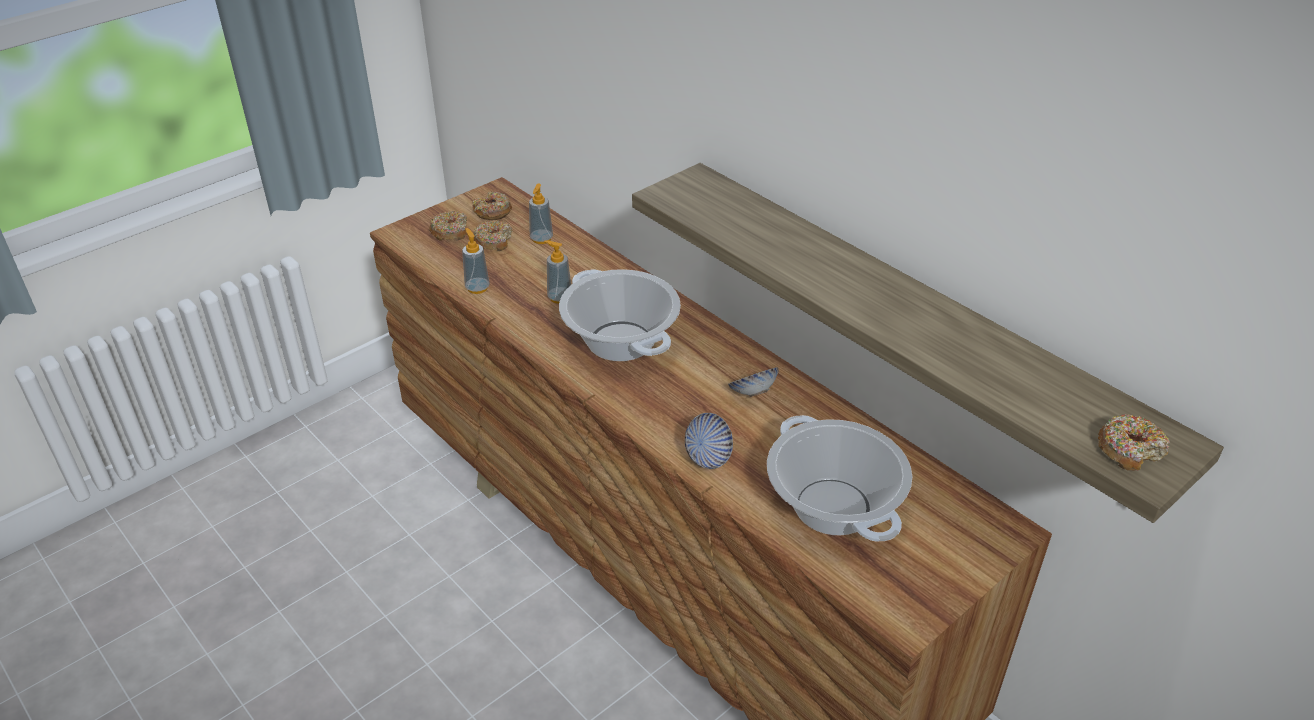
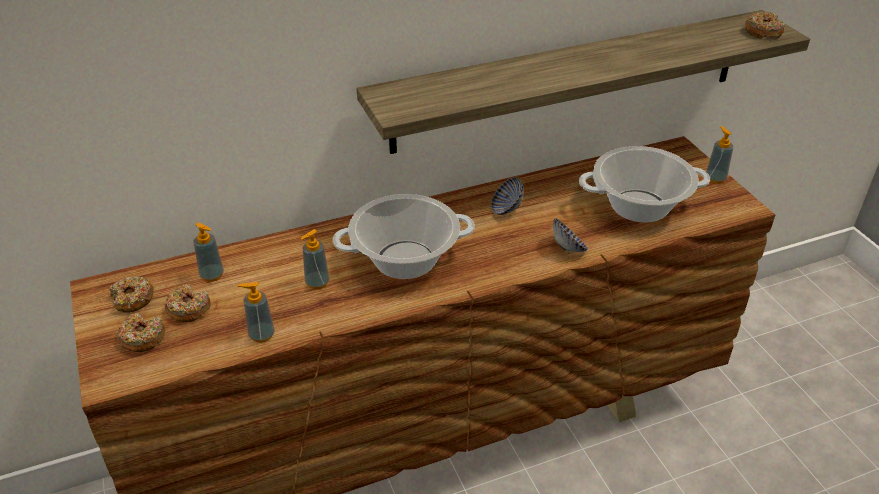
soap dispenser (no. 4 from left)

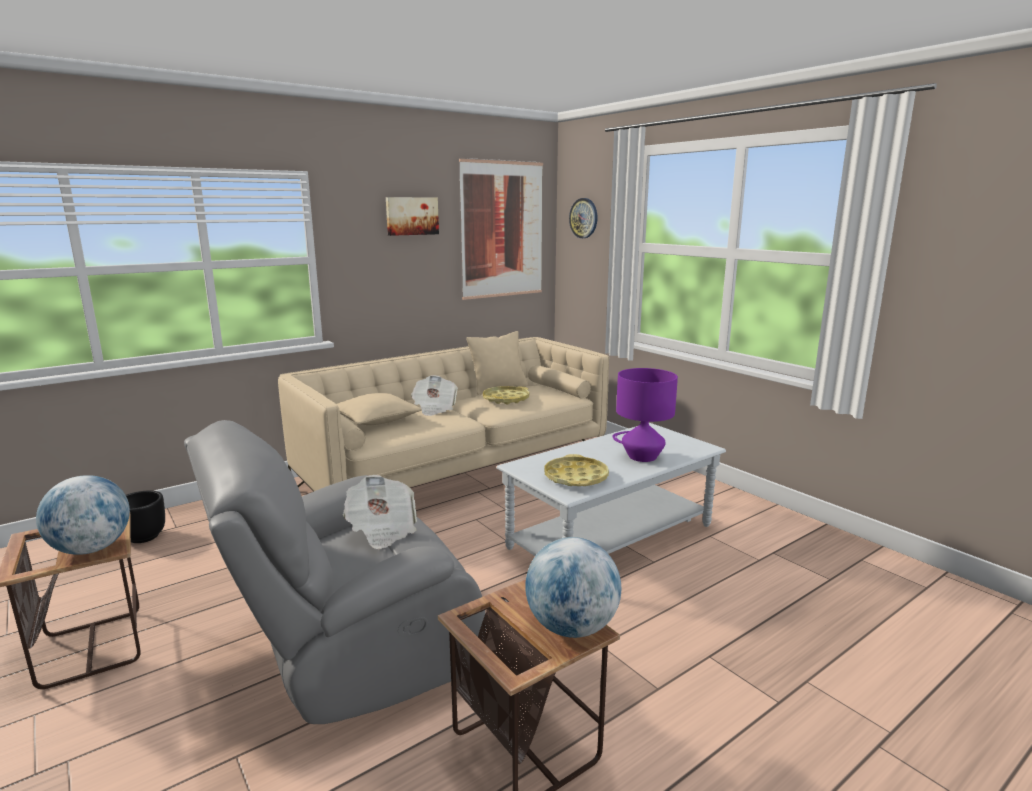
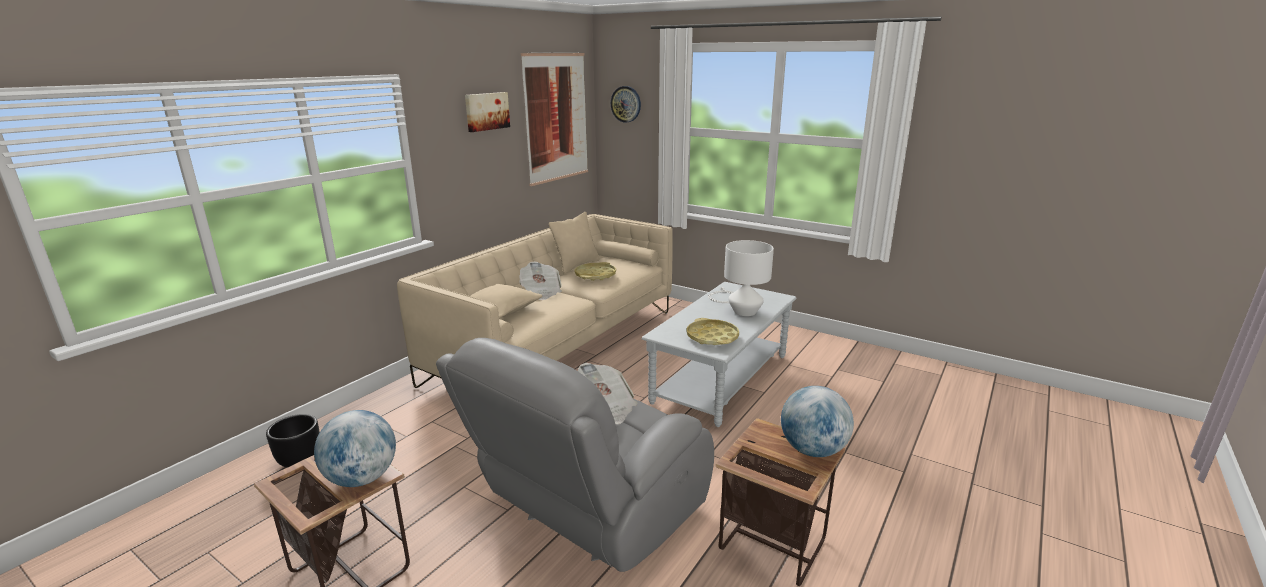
white table lamp

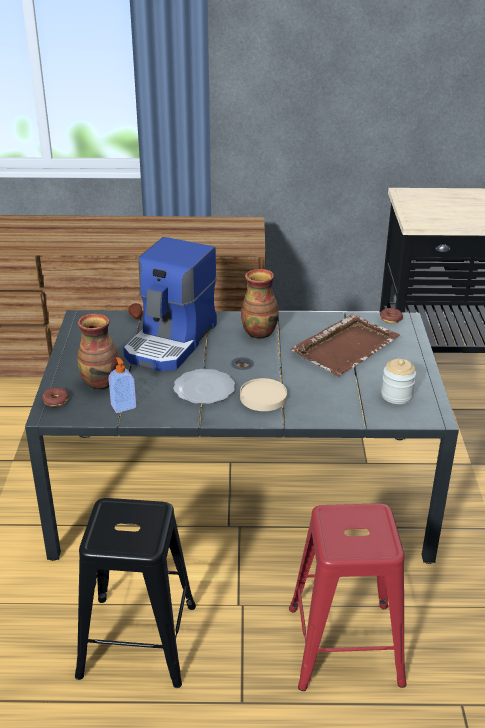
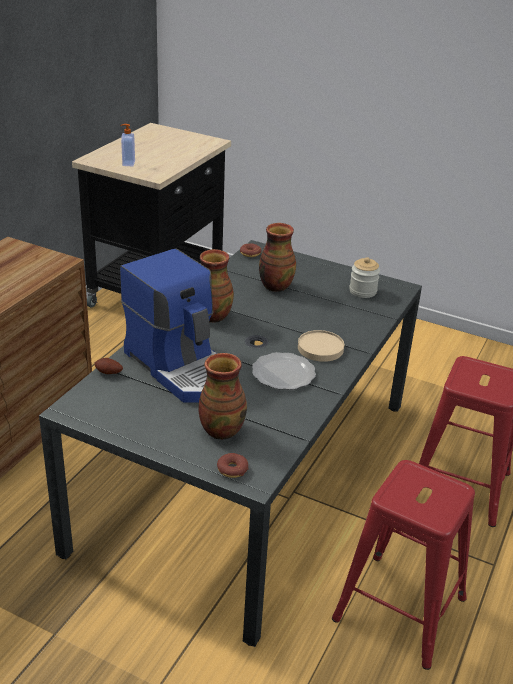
soap dispenser; vase (no. 3 from left); red stool (no. 1 from left)

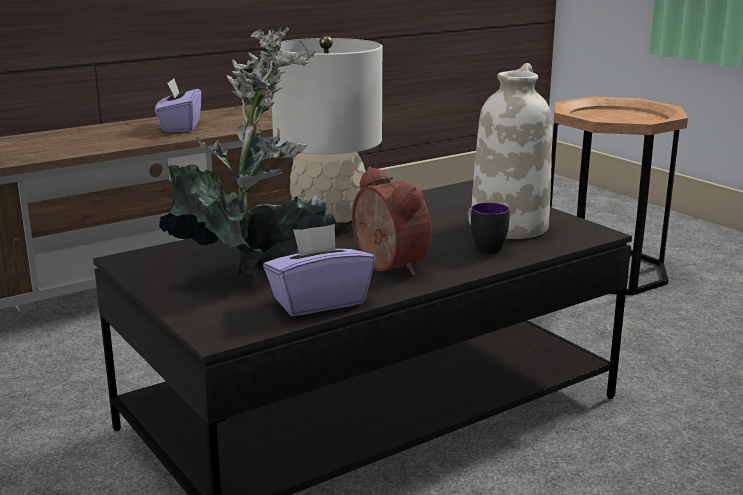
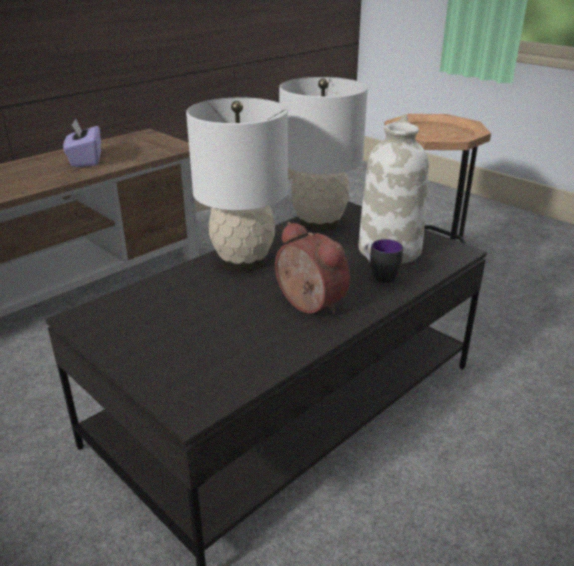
potted plant; purple tissue box (no. 2 from left in the first image); white table lamp (no. 2 from left)

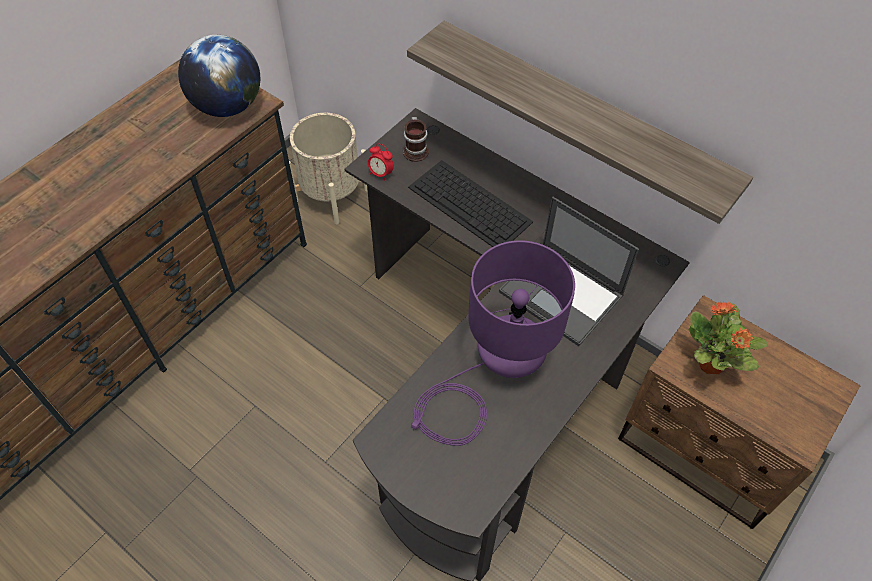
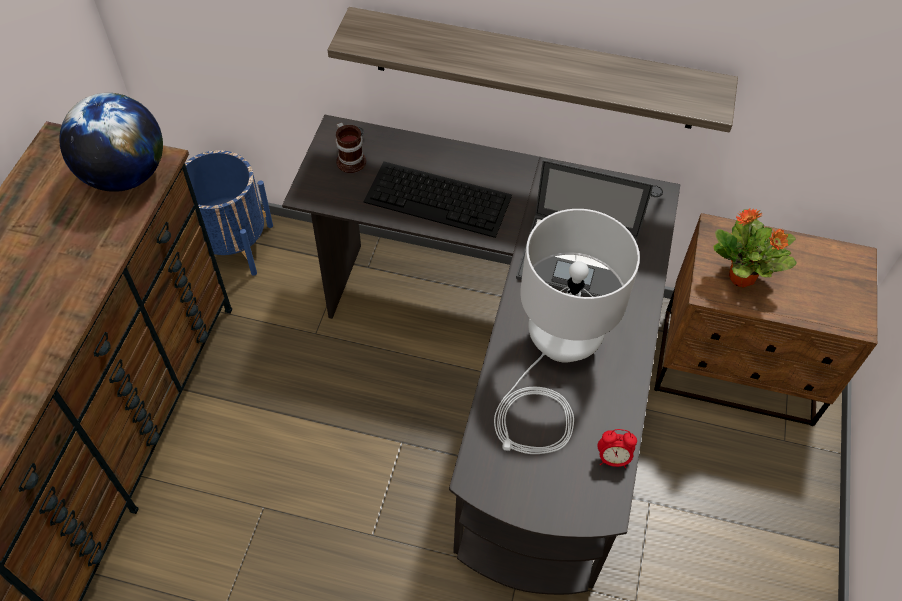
alarm clock; blue planter; white table lamp

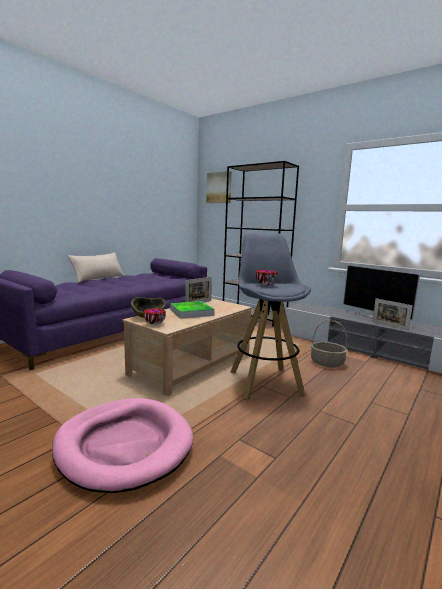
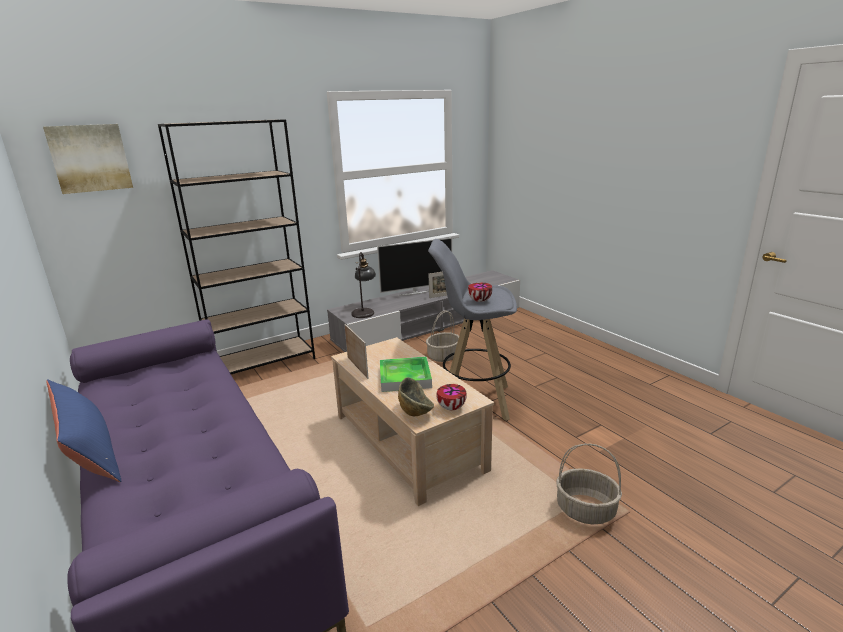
grey table lamp; basket (no. 2 from left); blue pillow

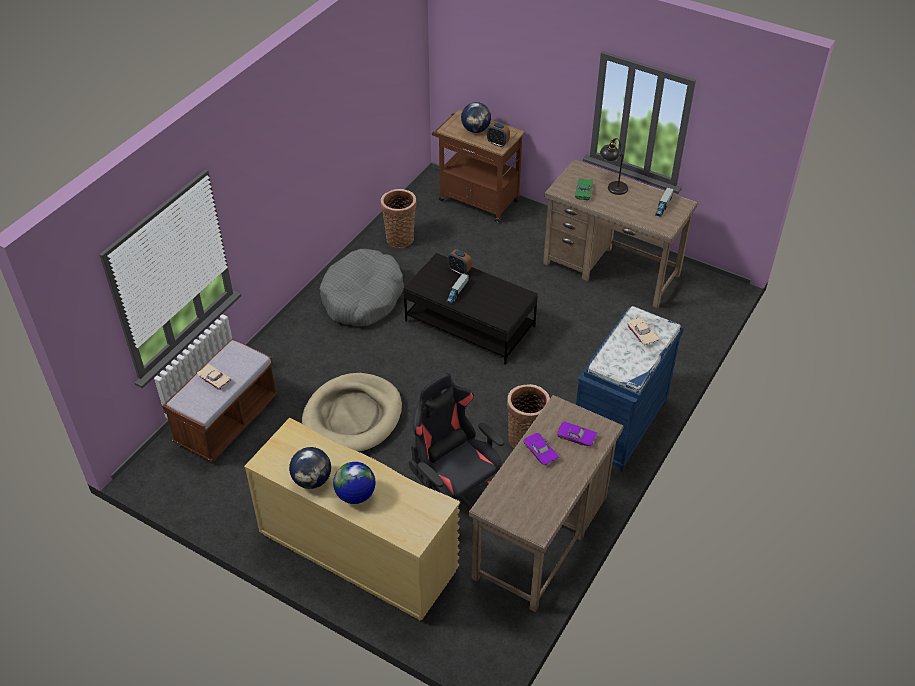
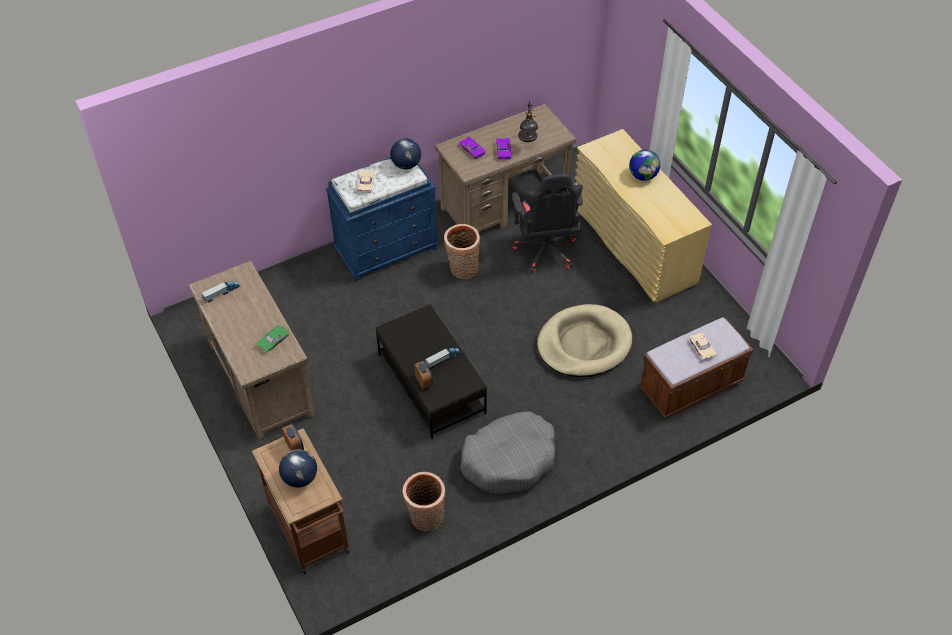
globe (no. 2 from left); grey table lamp

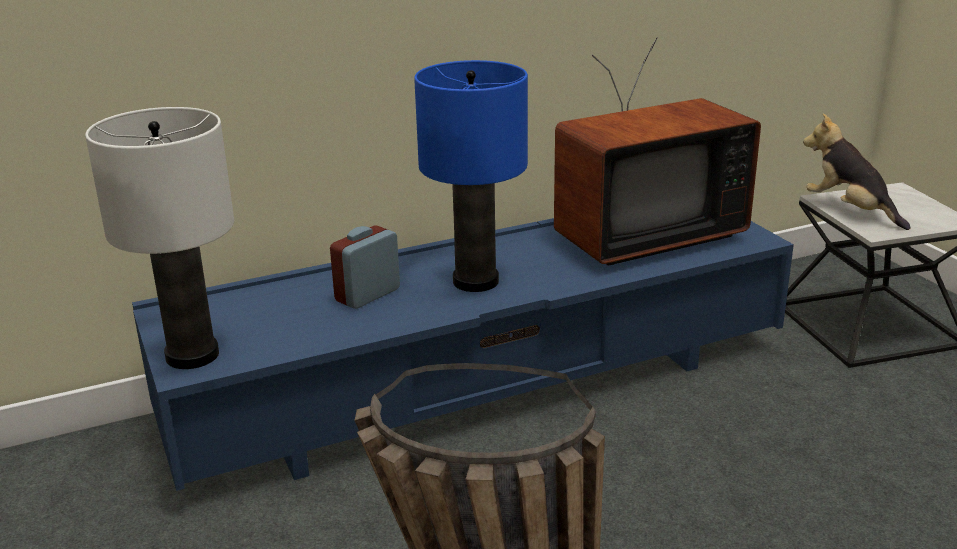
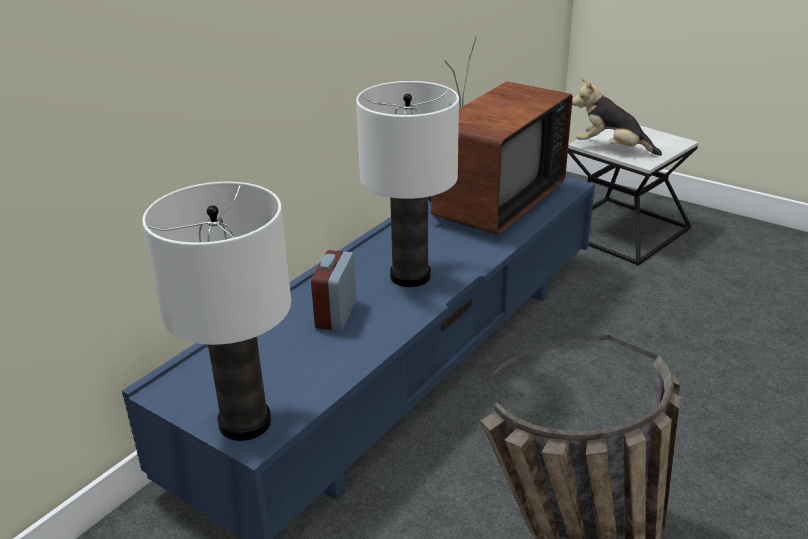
white table lamp (no. 2 from left)

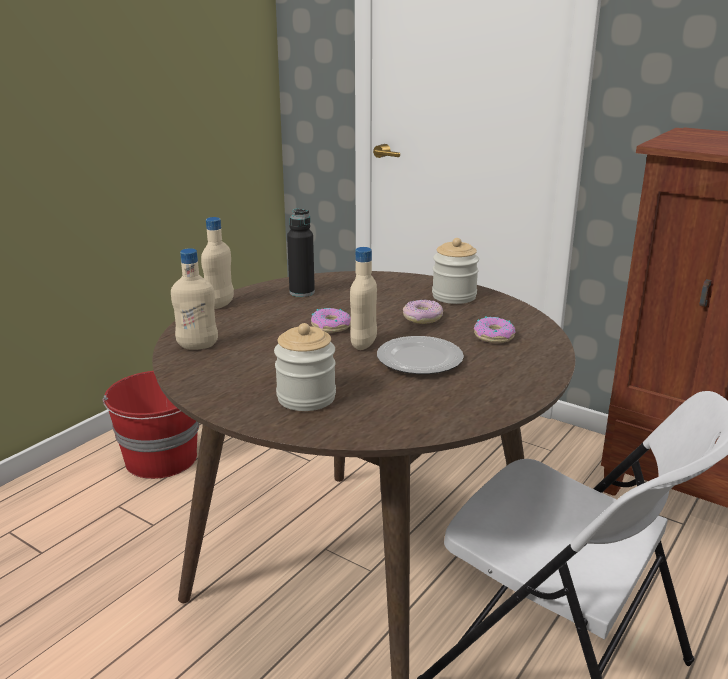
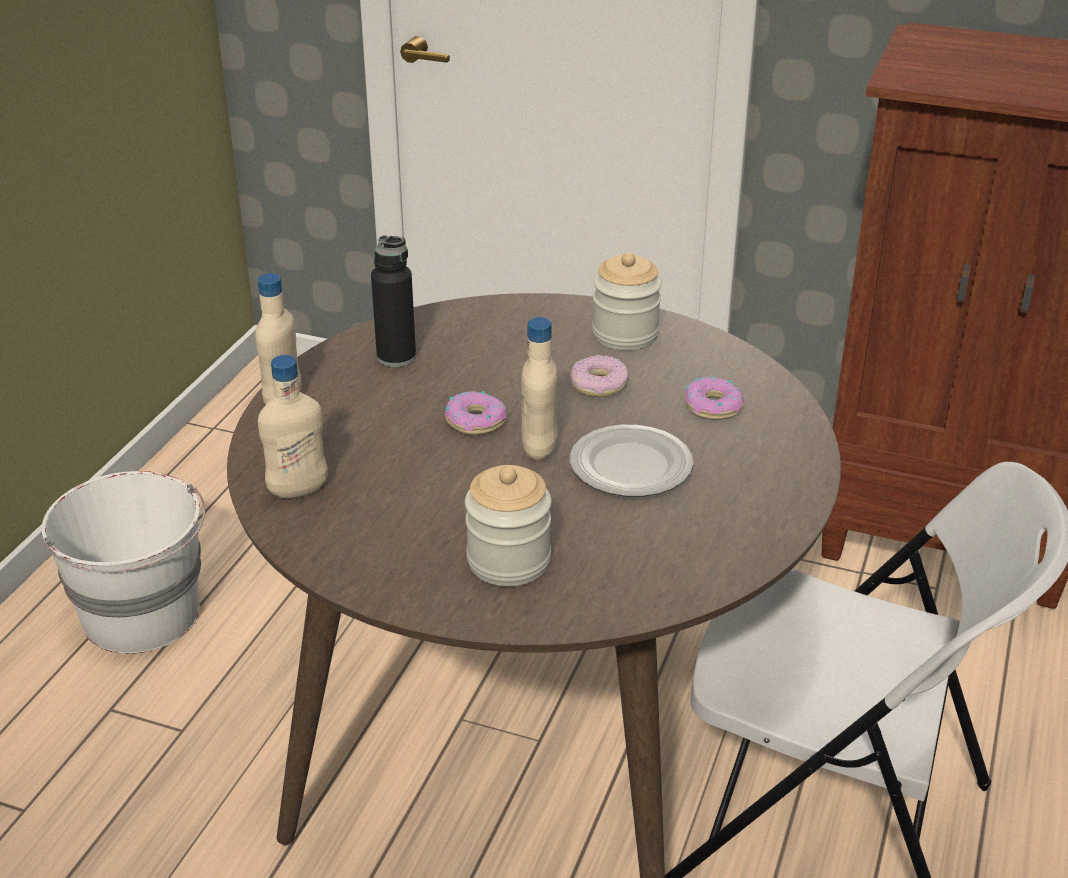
white bucket

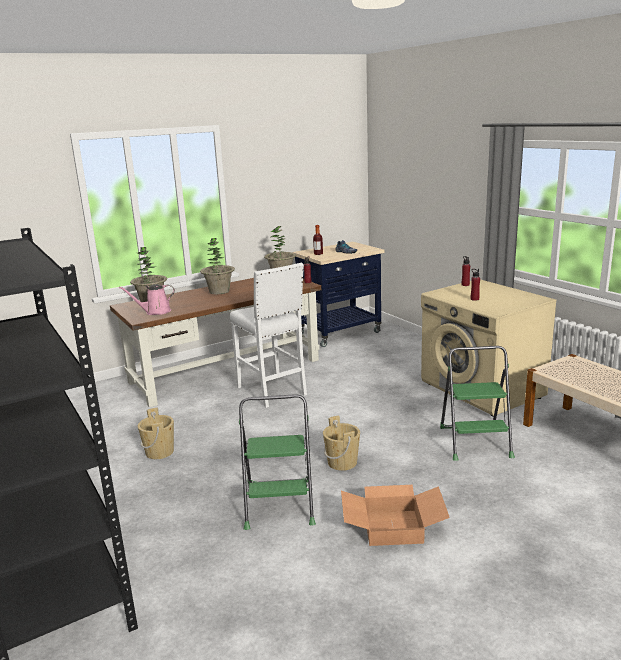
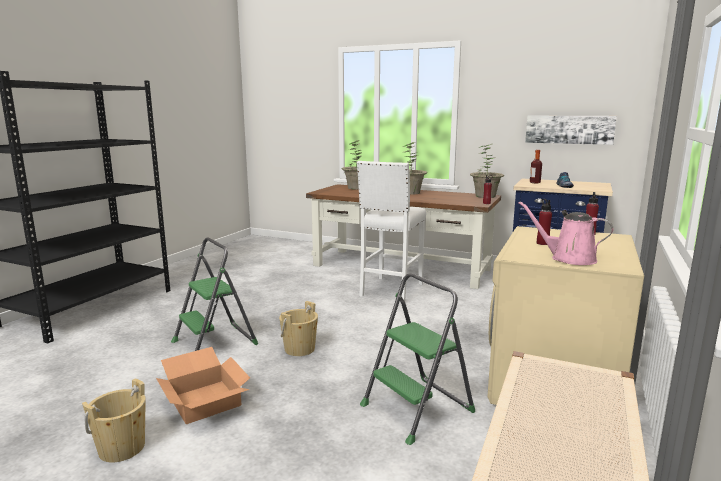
picture; pink watering can; beige bucket (no. 1 from left)

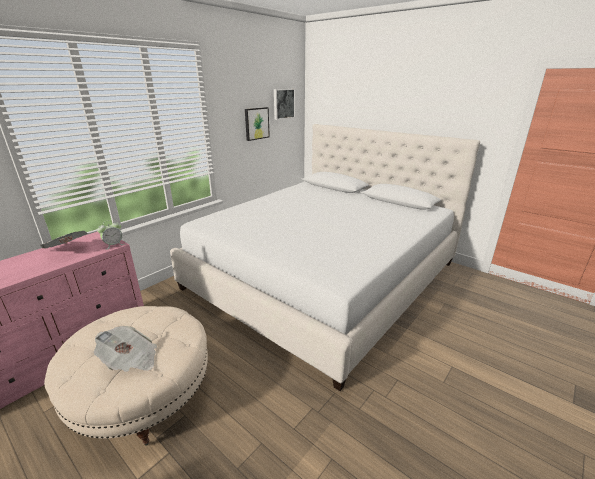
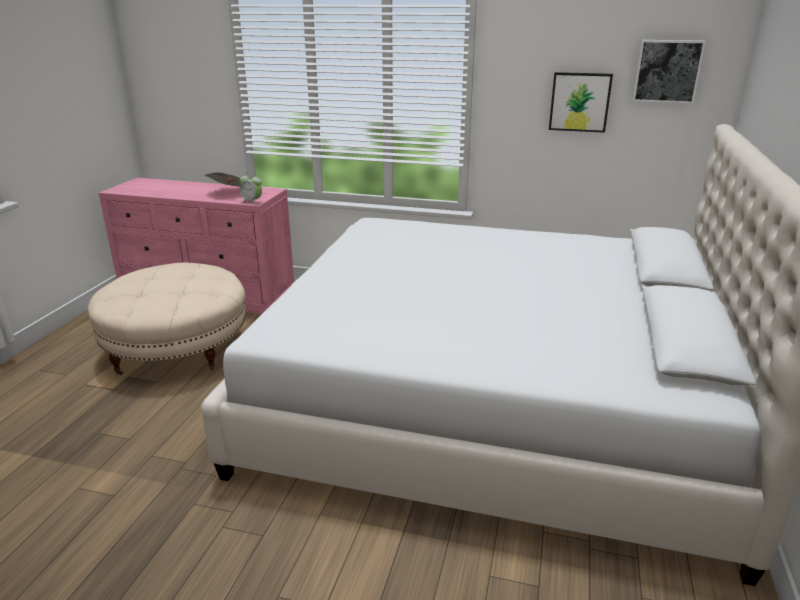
newspaper (no. 2 from left in the first image)

